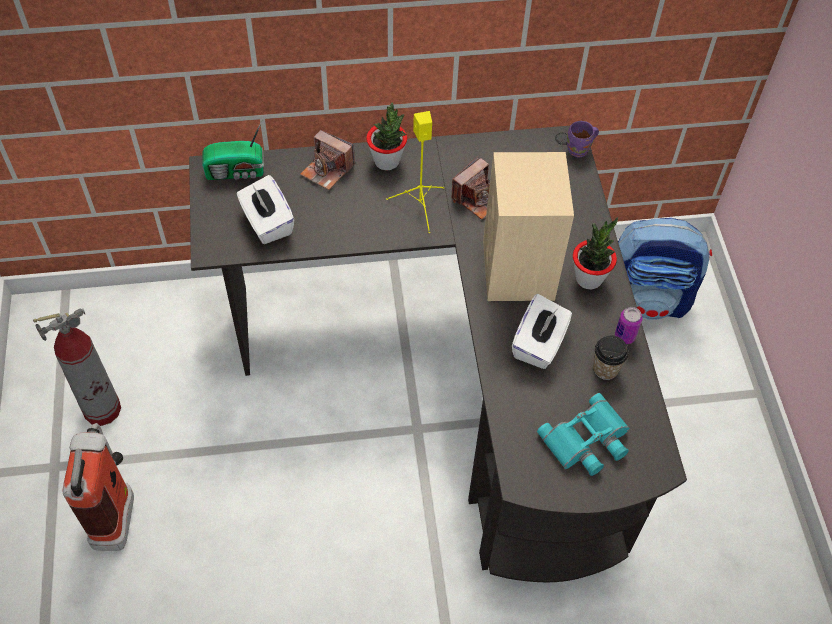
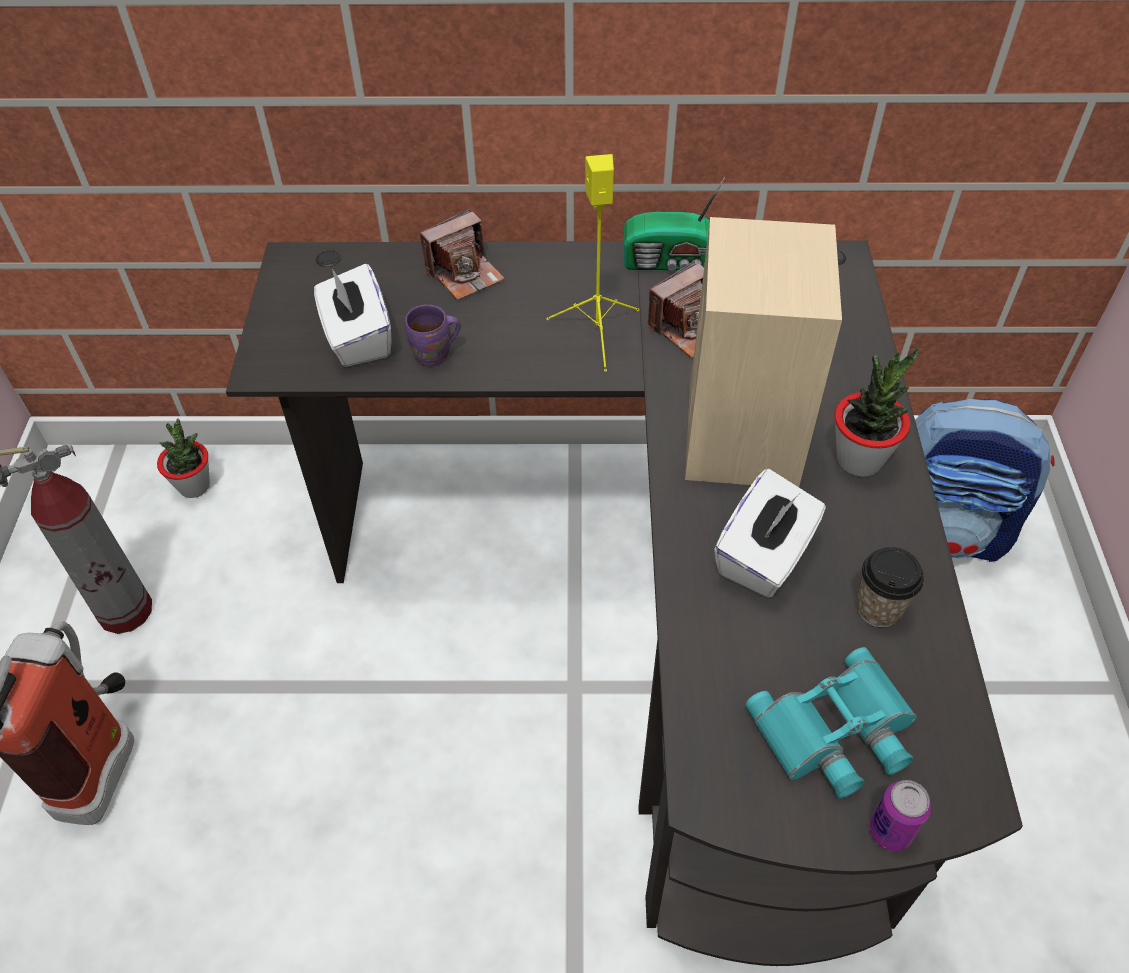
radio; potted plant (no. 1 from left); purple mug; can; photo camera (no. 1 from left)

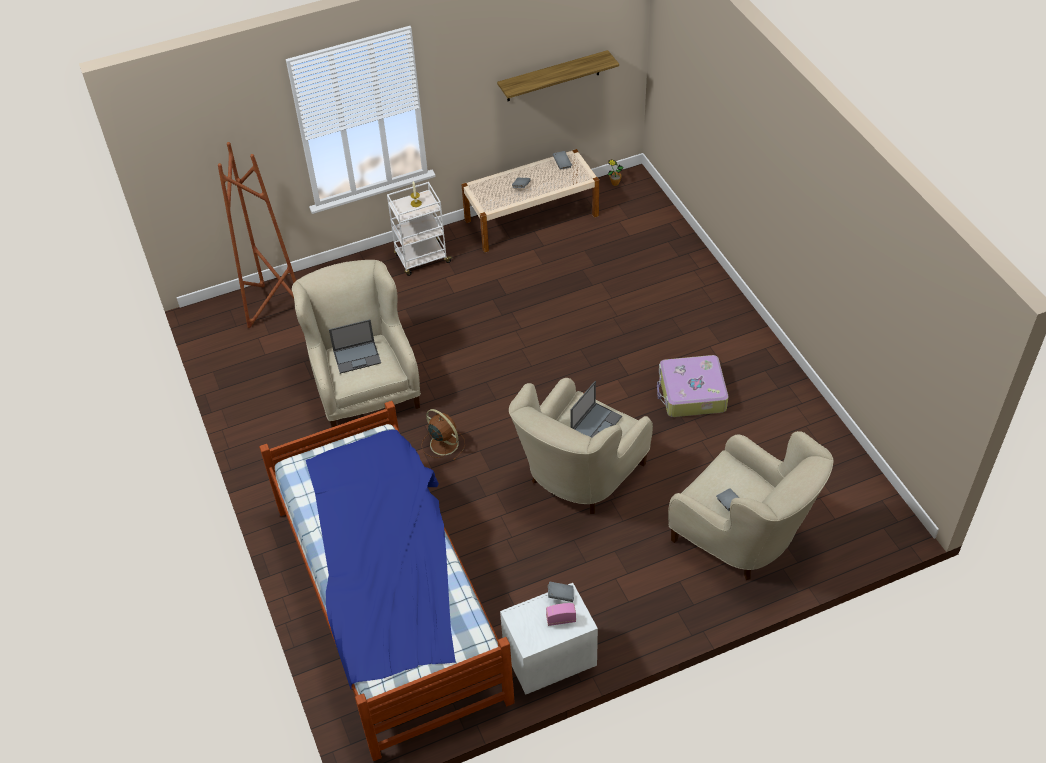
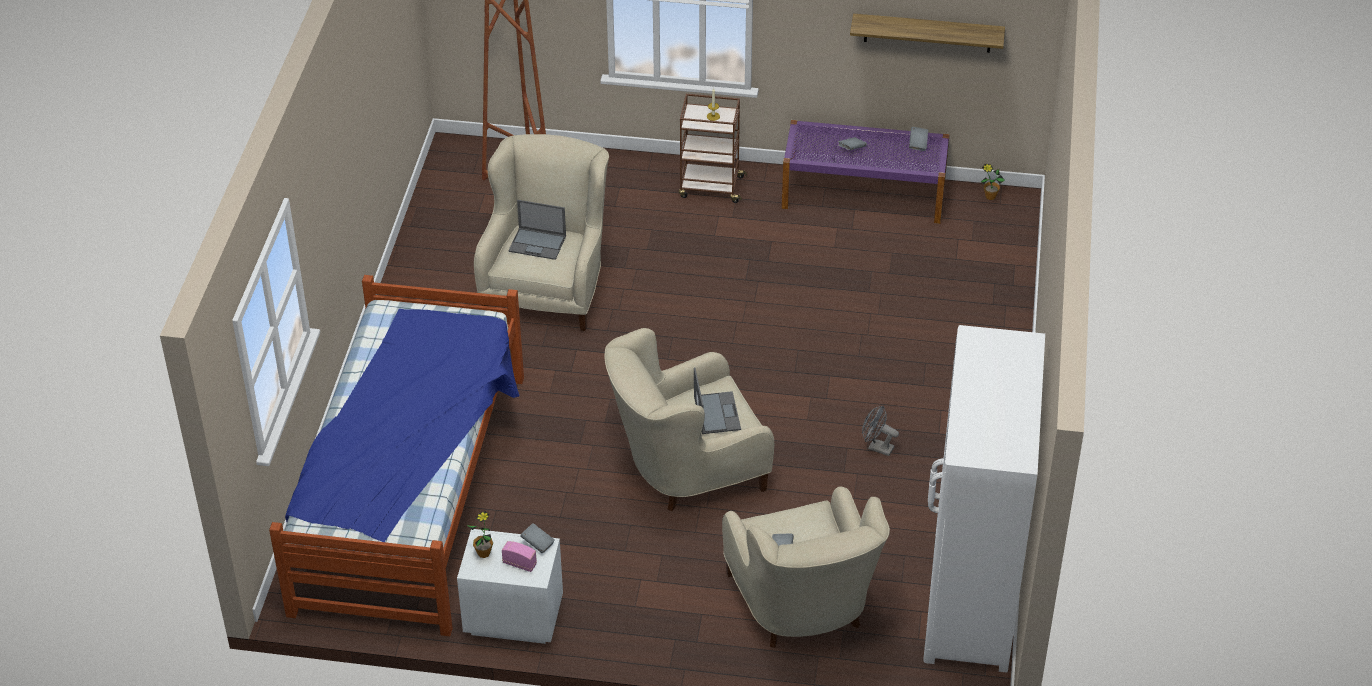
brown fan; potted plant (no. 1 from left); white cabinet; grey fan; brown cart; purple bench; laptop (no. 2 from left)

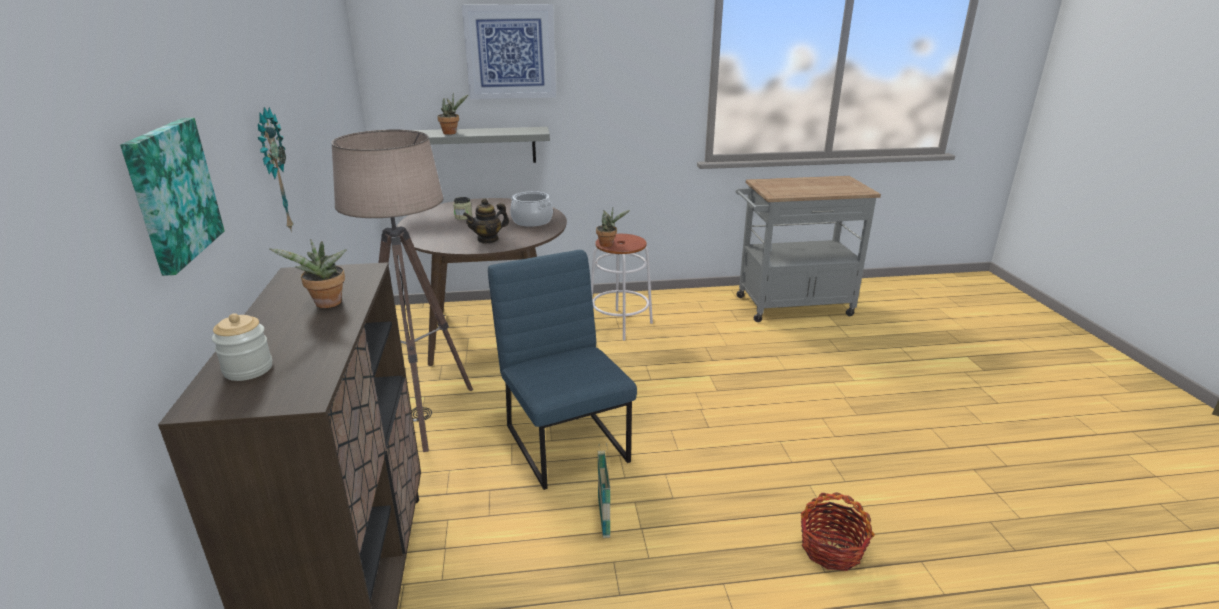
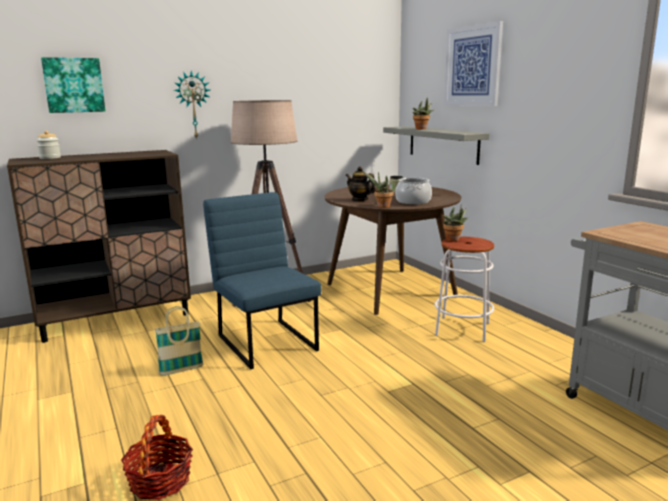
potted plant (no. 1 from left); blue chair

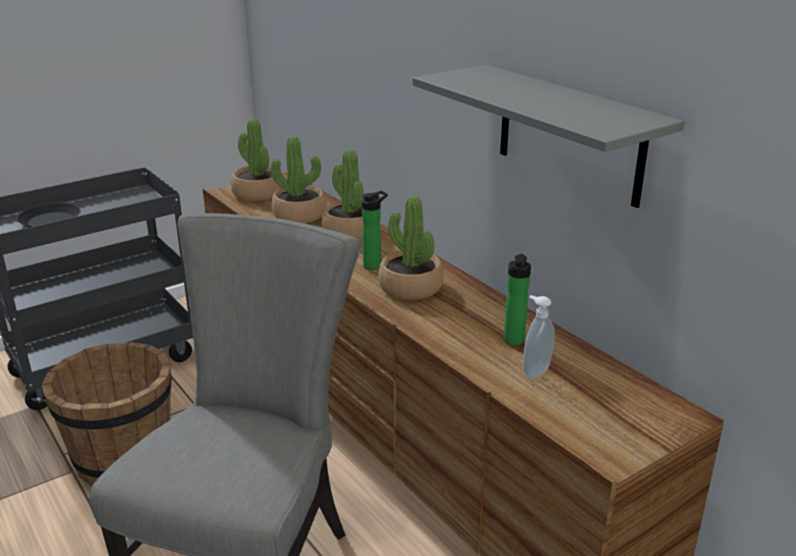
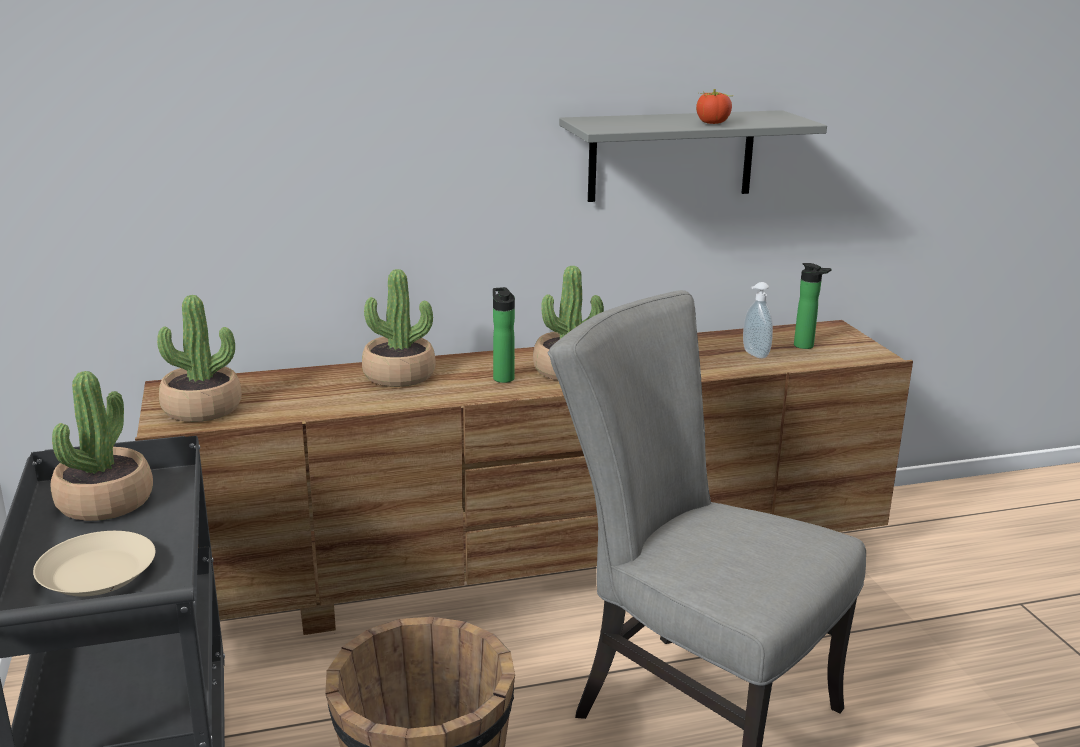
tomato; potted plant (no. 1 from left); bottle (no. 2 from left); beige plate

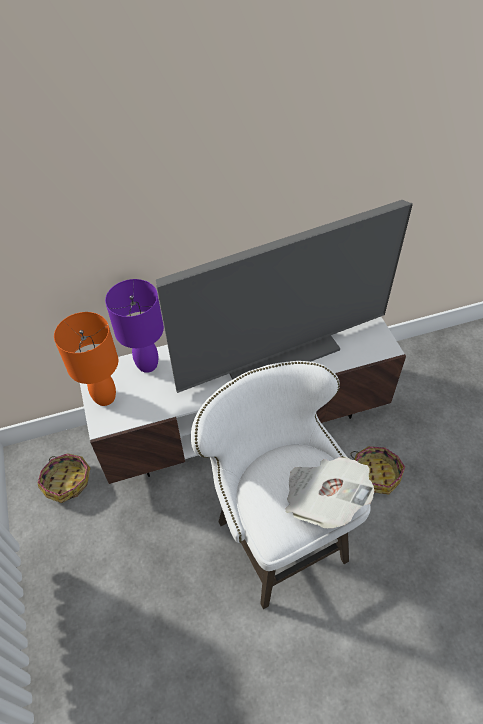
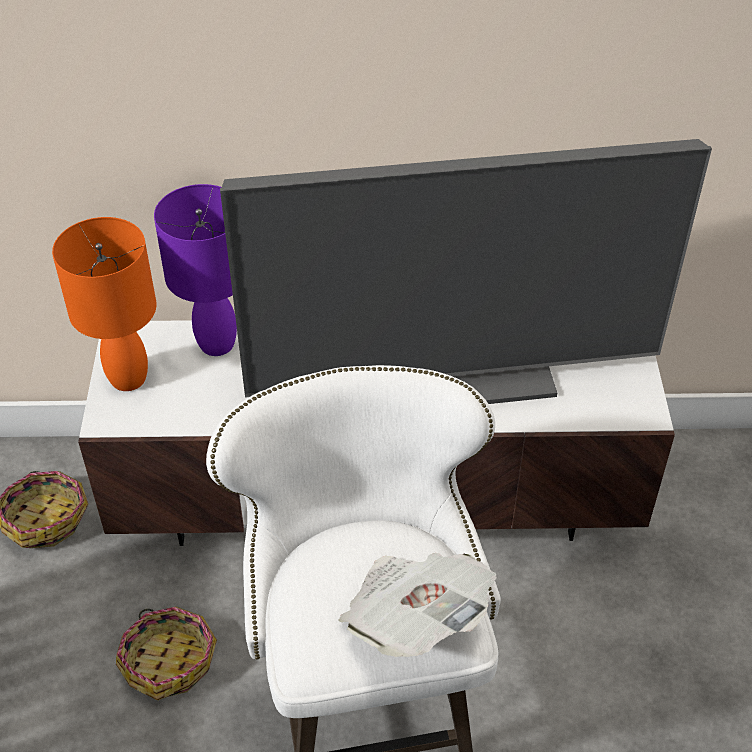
basket (no. 2 from left)

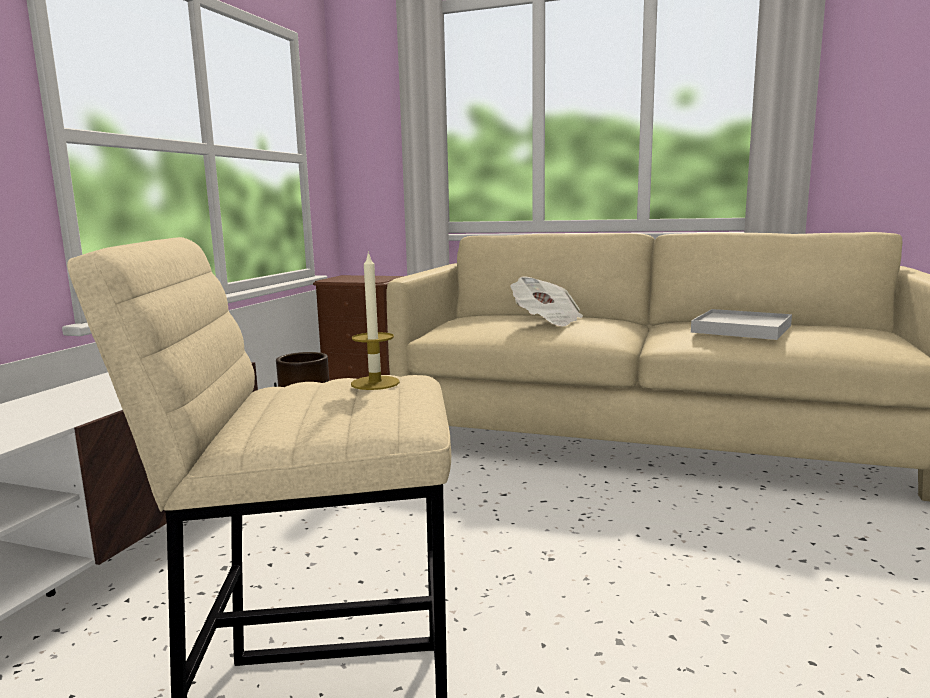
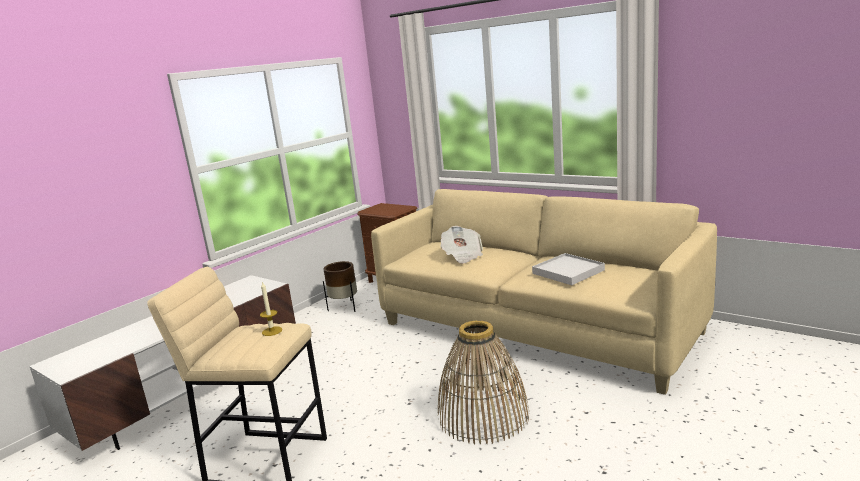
basket

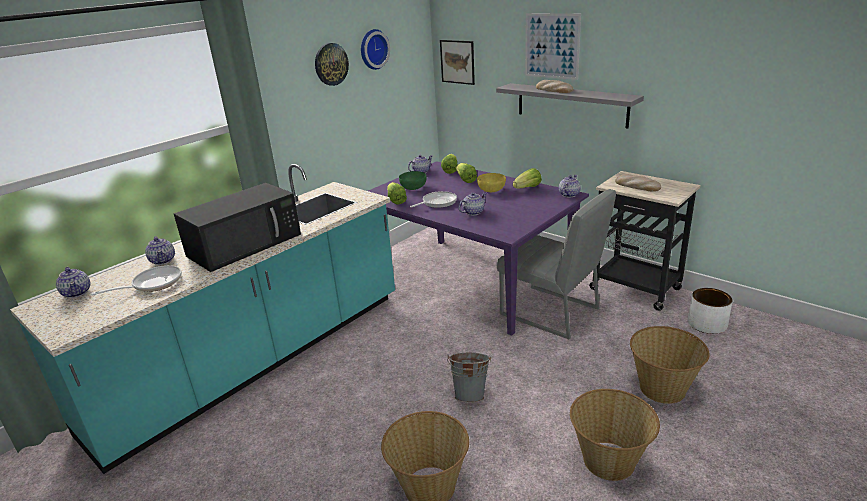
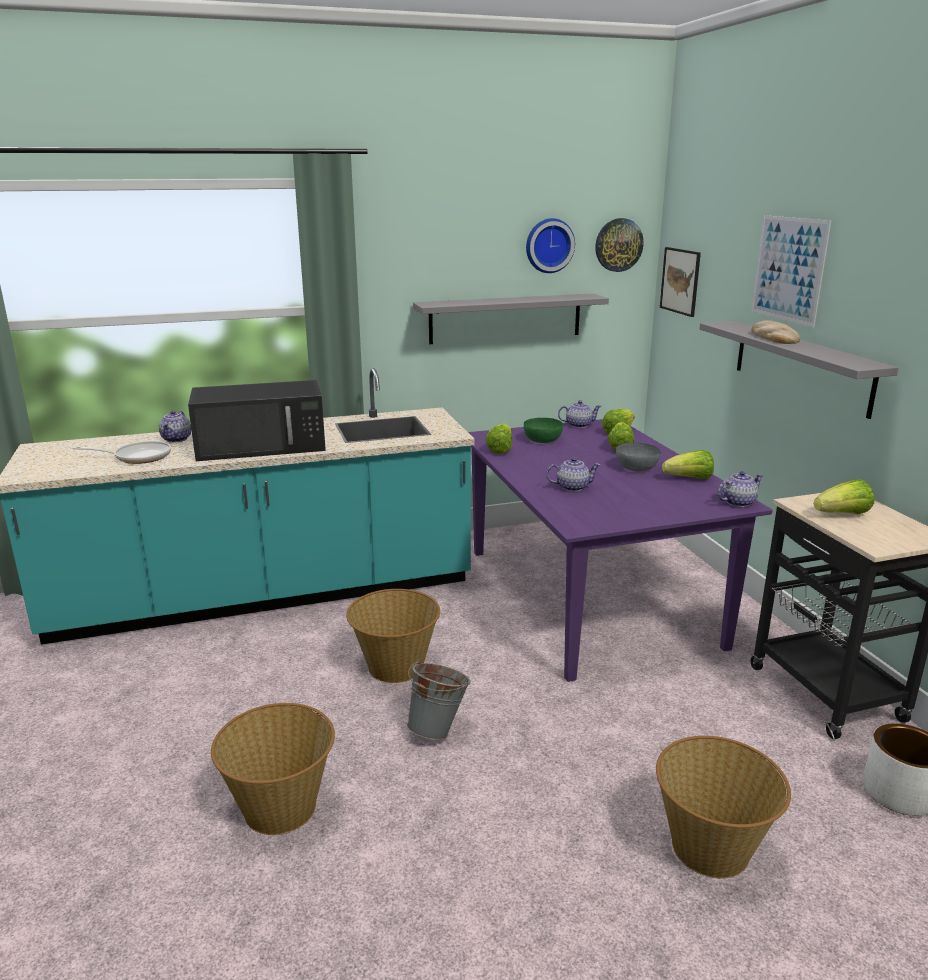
teapot (no. 1 from left in the first image); frying pan (no. 2 from left in the first image); grey chair; grey shelf (no. 1 from left); wall clock (no. 2 from left); basket (no. 2 from left); lettuce (no. 5 from left); grey bowl

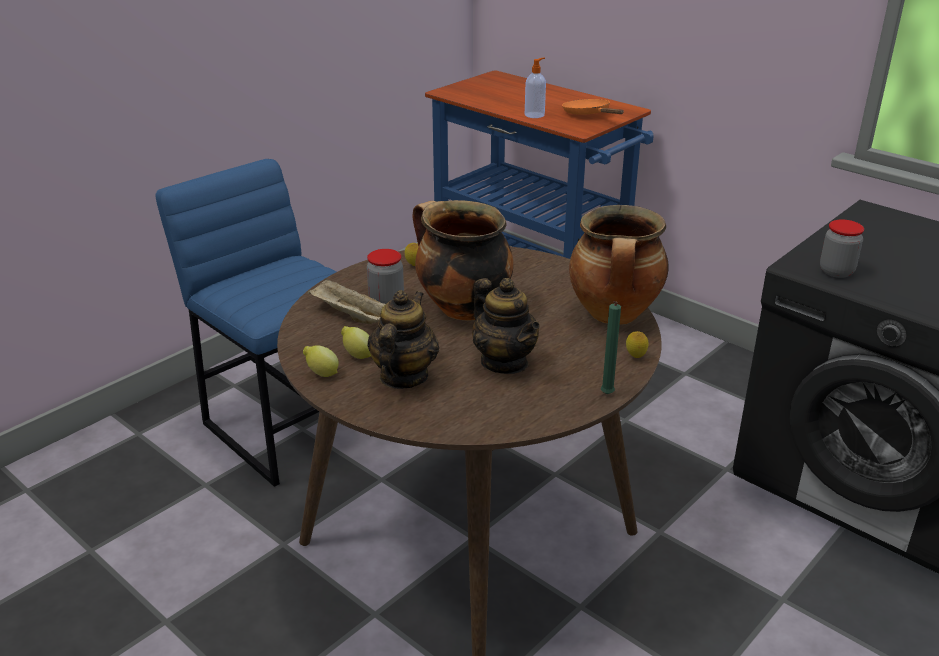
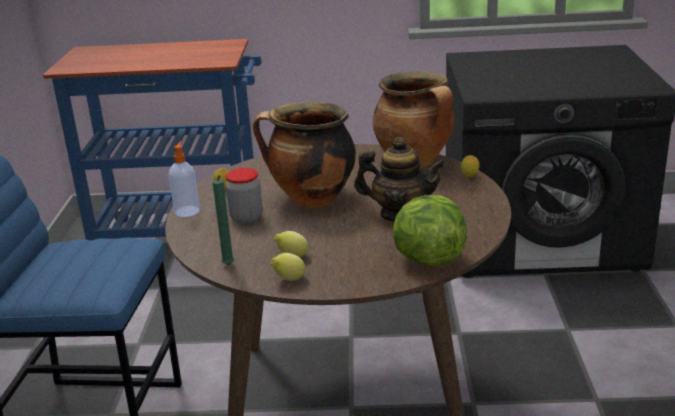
beige tray; teapot (no. 1 from left in the first image); orange frying pan; jar (no. 2 from left in the first image); lettuce; soap dispenser; green candle

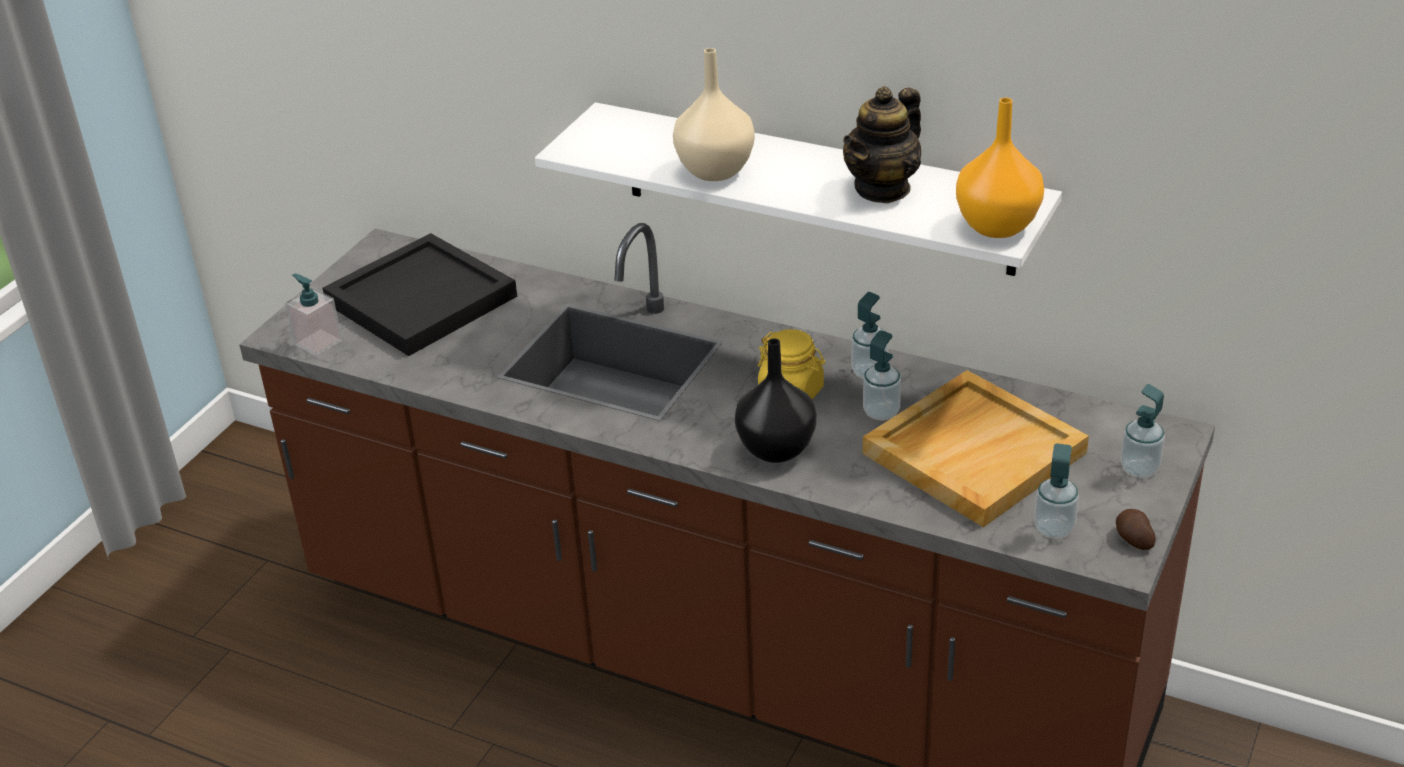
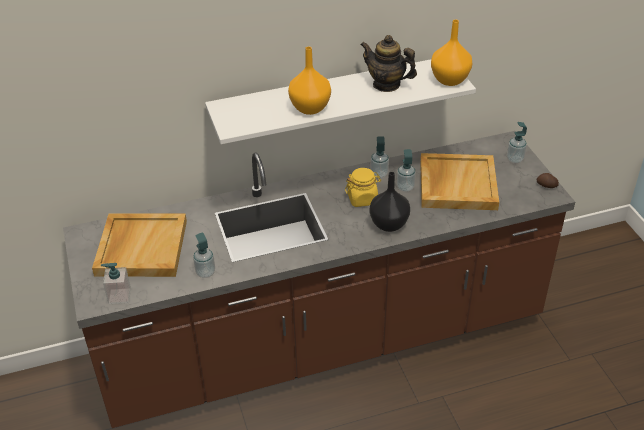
soap dispenser (no. 2 from left); beige tray (no. 1 from left); orange vase (no. 1 from left); teapot

